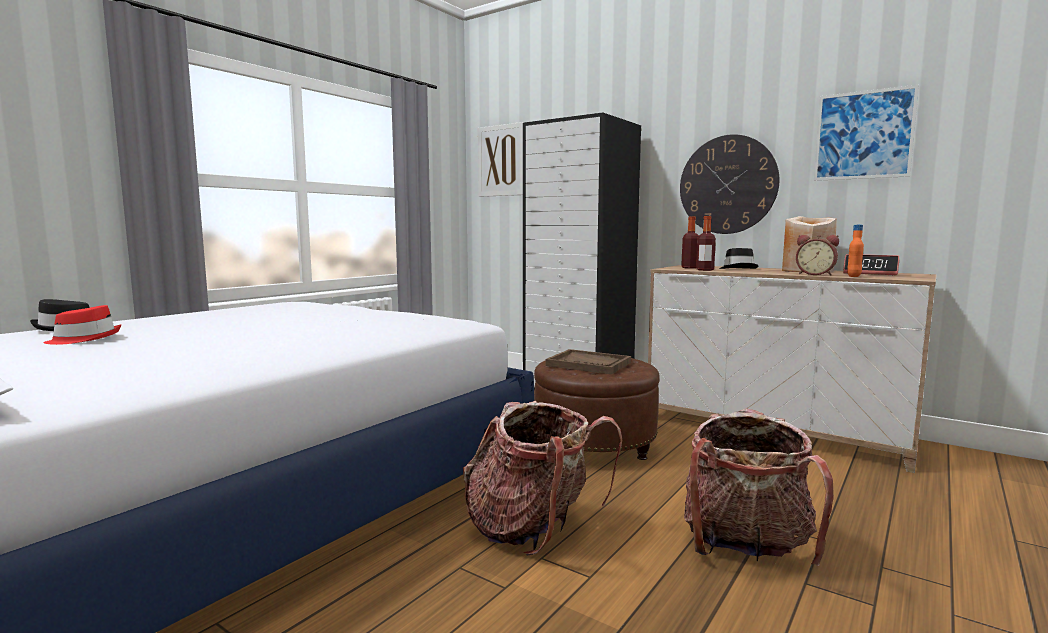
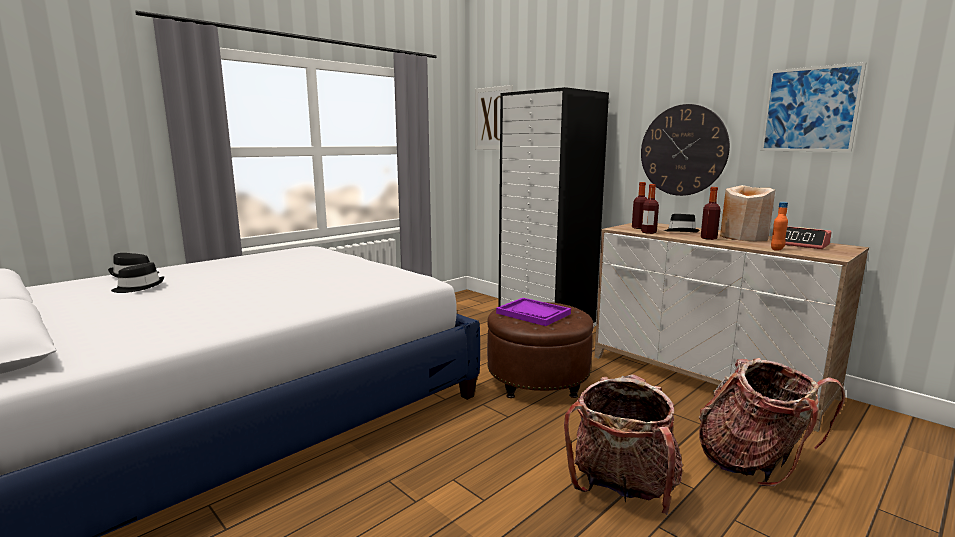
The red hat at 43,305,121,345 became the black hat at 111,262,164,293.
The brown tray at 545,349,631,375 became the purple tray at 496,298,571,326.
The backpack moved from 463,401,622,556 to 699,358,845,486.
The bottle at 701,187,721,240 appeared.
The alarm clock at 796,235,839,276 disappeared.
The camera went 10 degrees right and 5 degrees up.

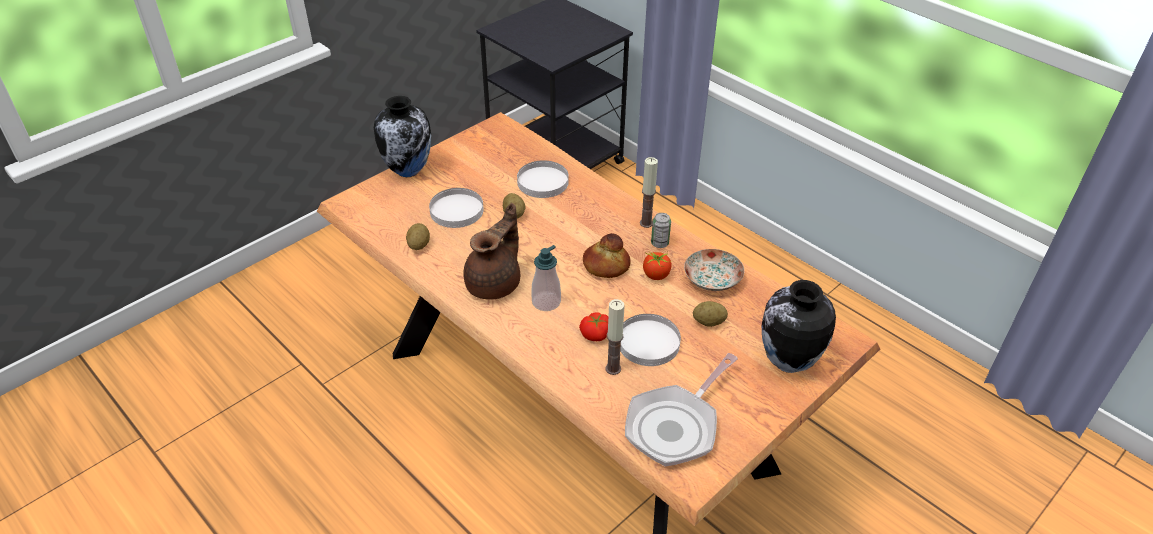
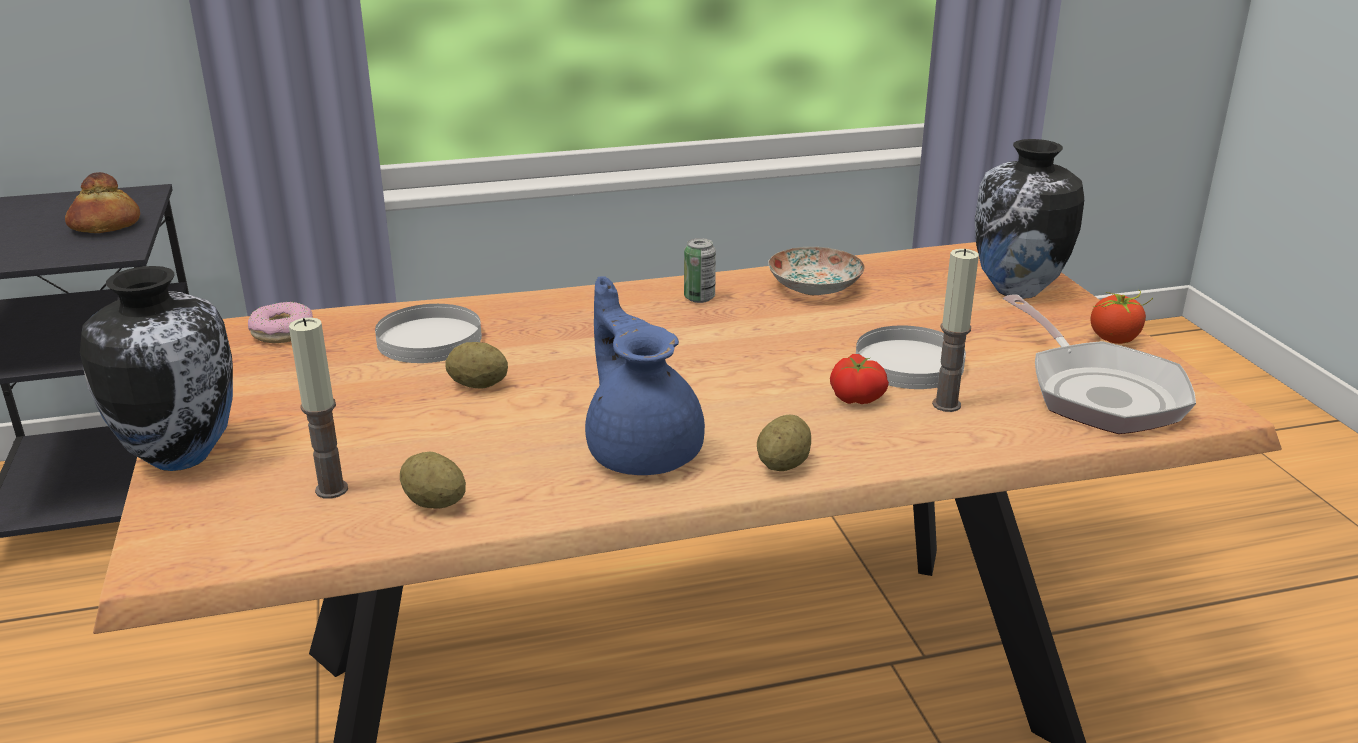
The bread moved from 583,233,631,278 to 65,172,140,233.
The donut at 248,302,313,343 appeared.
The candle moved from 640,157,658,228 to 289,318,348,499.
The brown teapot at 463,203,520,300 became the blue teapot at 585,276,705,475.
The potato moved from 693,301,728,327 to 757,415,811,471.
The tomato moved from 643,251,673,280 to 1091,290,1153,344.
The white plate at 429,188,484,228 disappeared.
The soap dispenser at 531,245,561,311 disappeared.
The camera went 60 degrees left and 15 degrees down.

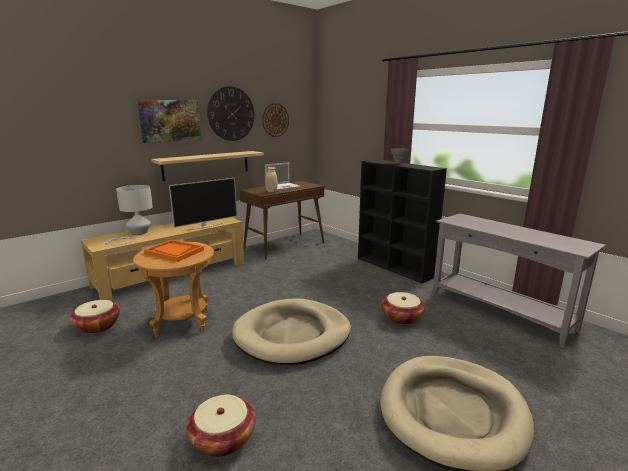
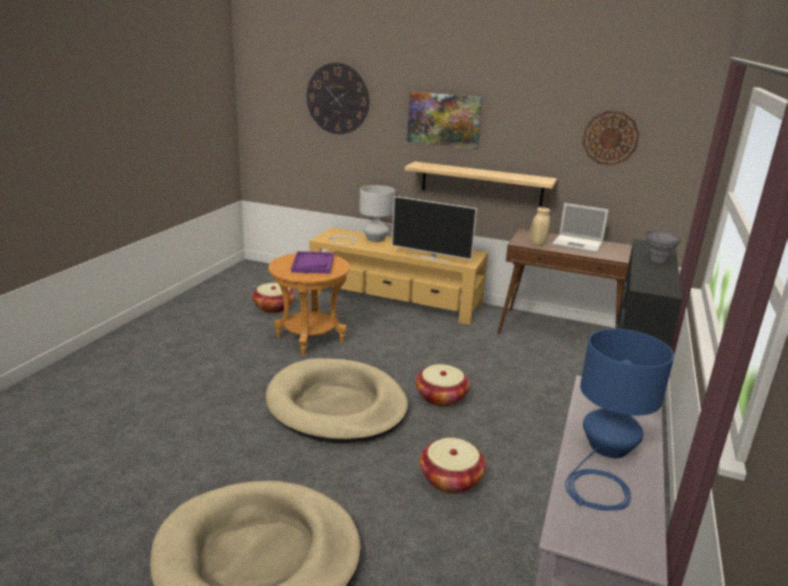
The orange tray at 144,240,204,262 became the purple tray at 291,251,334,274.
The wall clock moved from 207,86,255,141 to 307,63,369,134.
The basket moved from 187,395,256,457 to 415,364,470,407.
The blue table lamp at 565,329,674,510 appeared.
The camera went 60 degrees right and 5 degrees up.

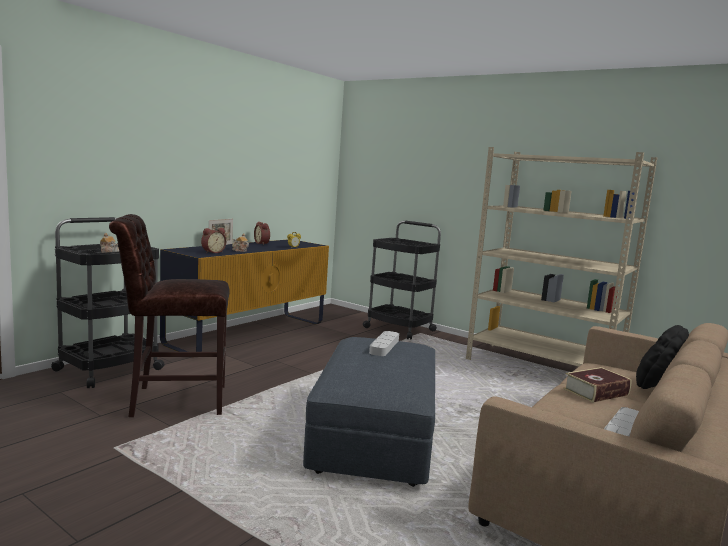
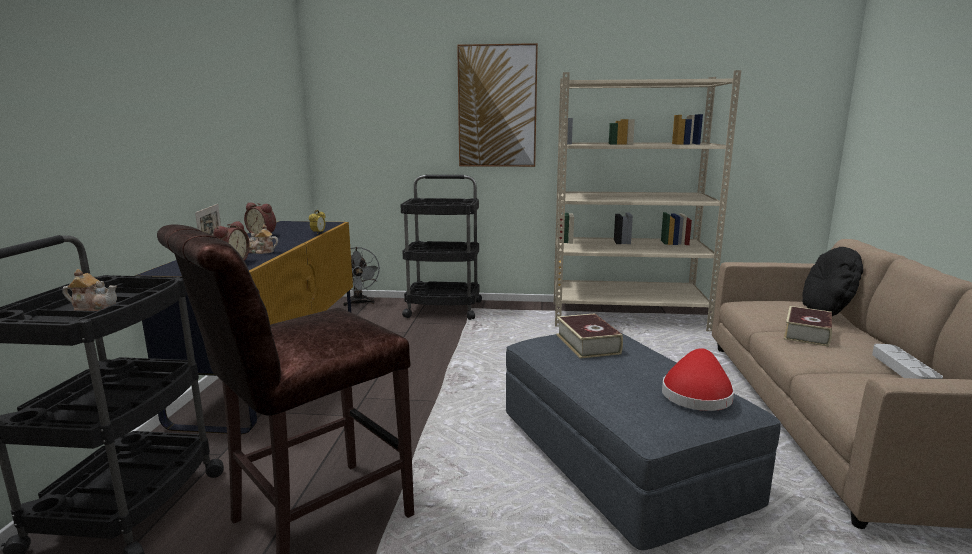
The grey fan at 343,247,380,306 appeared.
The picture at 457,43,538,167 appeared.
The grey tray at 369,331,399,356 was replaced by the book at 556,313,623,359.
The red hat at 662,348,734,411 appeared.
The camera went 30 degrees left and 5 degrees up.

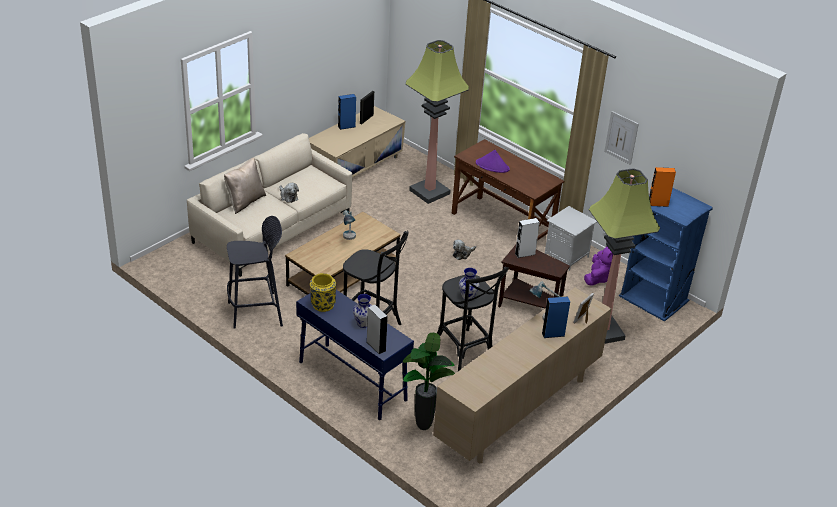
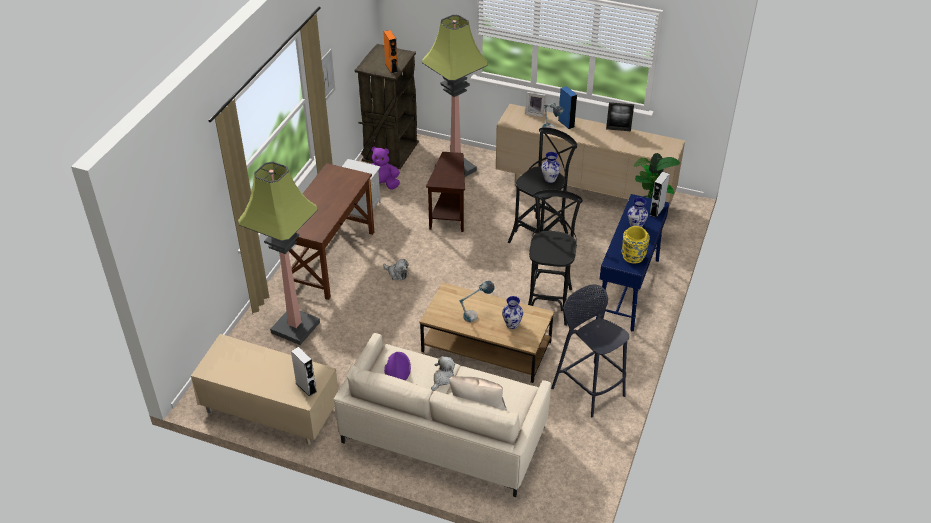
The white speaker moved from 515,218,540,258 to 291,347,317,397.
The blue bookcase at 619,188,713,321 became the brown bookcase at 354,44,419,169.
The purple hat moved from 476,150,510,173 to 384,352,411,381.
The vase at 502,296,523,329 appeared.
The picture frame moved from 360,91,374,124 to 606,102,634,131.
The blue speaker at 338,94,356,130 disappeared.
The camera went 110 degrees left and 5 degrees up.

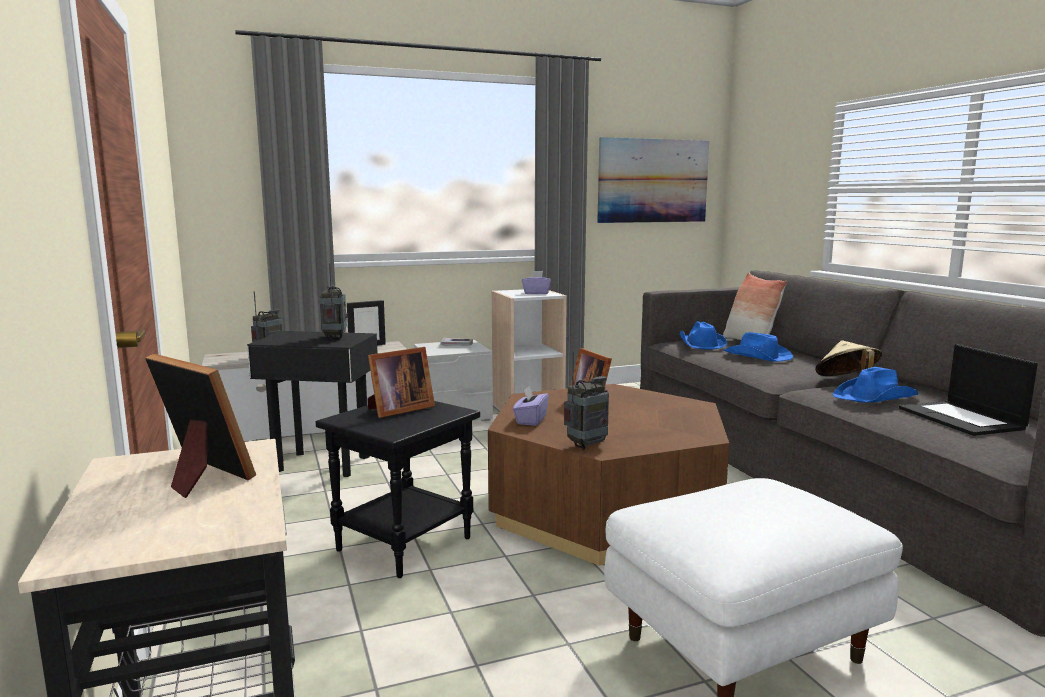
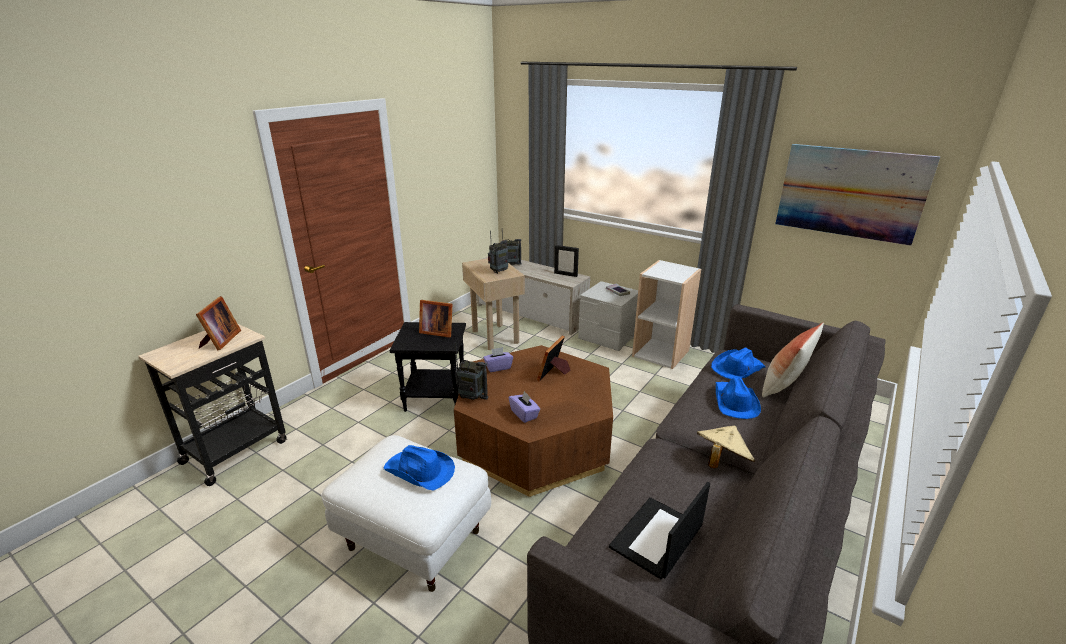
The blue hat moved from 833,367,919,403 to 384,445,455,491.
The black side table at 247,331,378,477 became the beige side table at 462,258,525,350.
The purple tissue box moved from 522,271,551,294 to 509,391,540,423.
The camera went 55 degrees right and 15 degrees up.

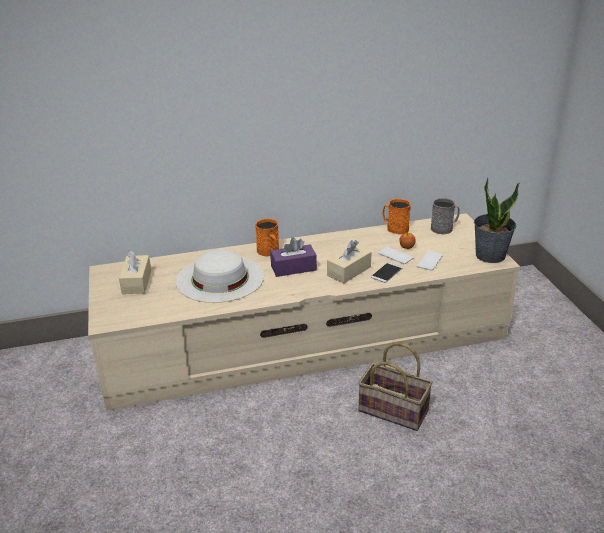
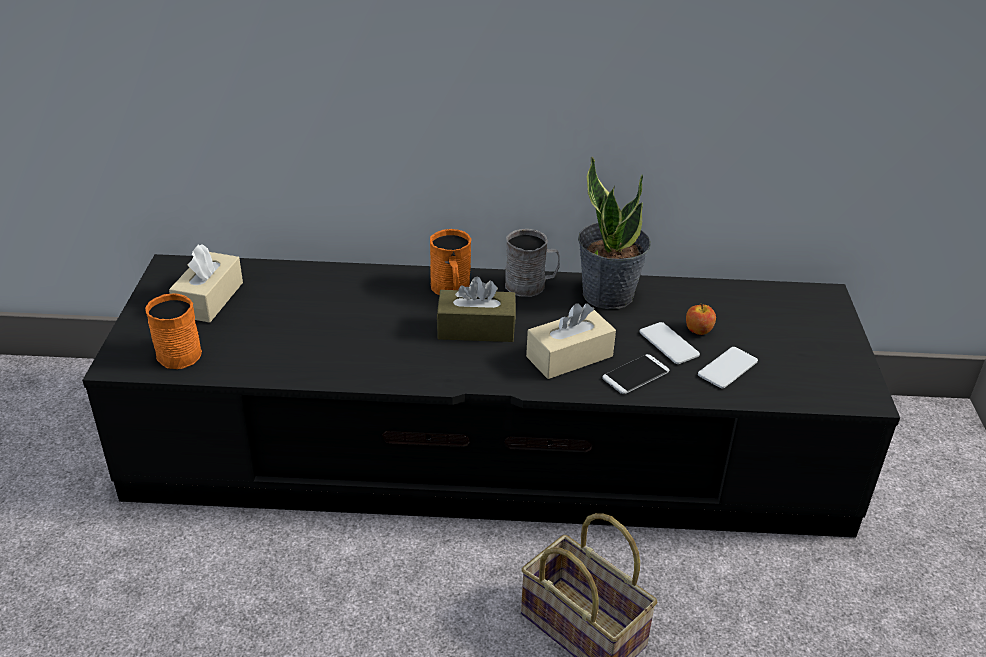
The beige tv stand at 88,213,520,411 became the black tv stand at 82,254,900,537.
The orange mug moved from 383,199,411,235 to 145,293,202,369.
The purple tissue box at 270,238,317,277 became the brown tissue box at 437,277,516,342.
The grey mug moved from 431,198,460,234 to 505,229,560,297.
The potted plant moved from 474,178,520,263 to 578,156,651,309.
The white hat at 176,249,264,303 disappeared.
The camera went 15 degrees right and 5 degrees up.

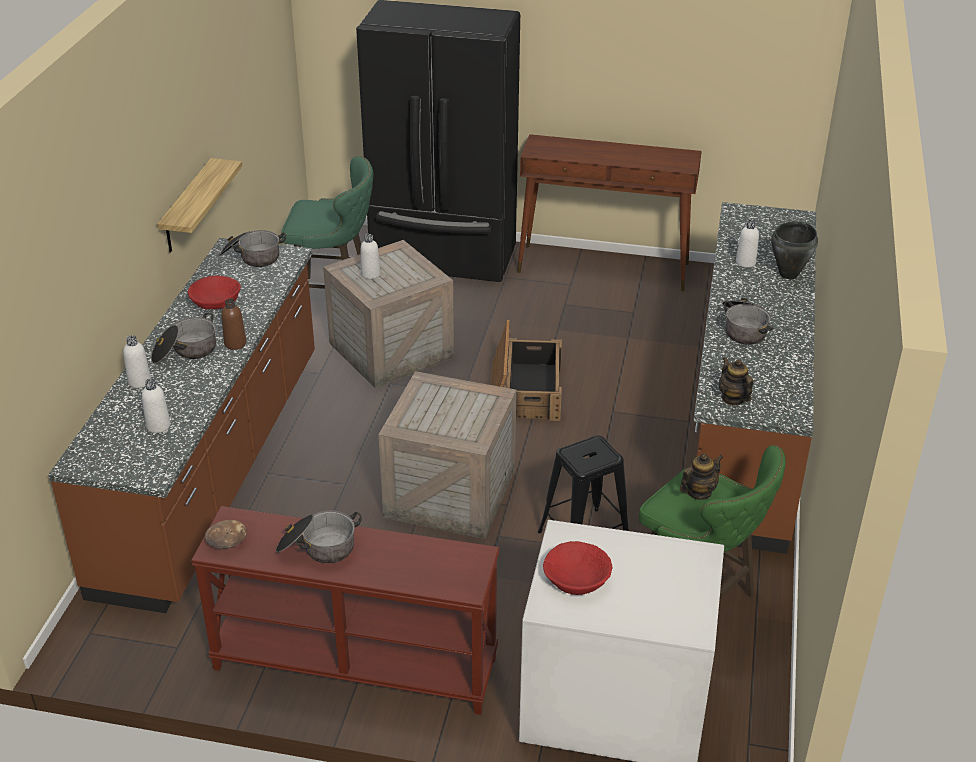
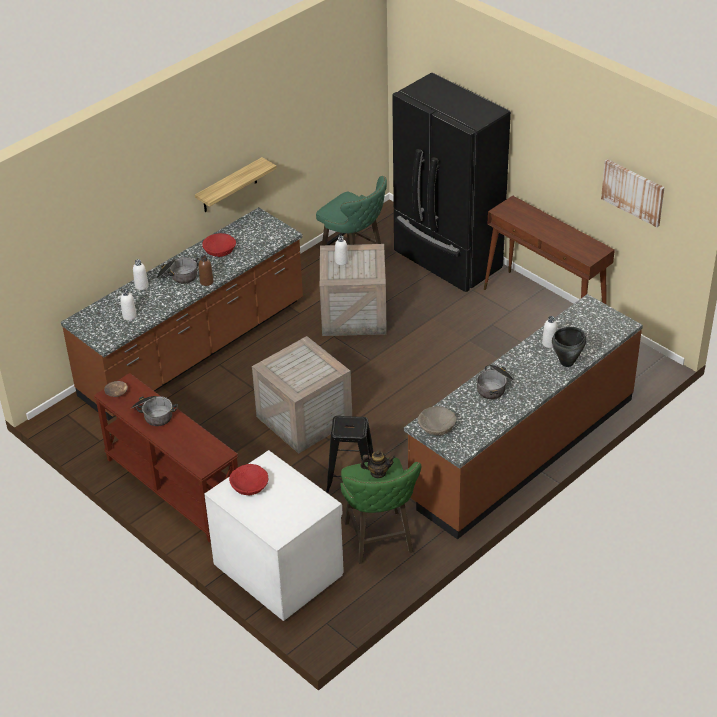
The teapot at 719,357,753,406 was replaced by the beige bowl at 418,406,456,435.
The picture at 601,159,665,227 appeared.
The cooking pot at 219,230,286,267 disappeared.
The crate at 491,320,562,421 disappeared.
The camera went 35 degrees right and 5 degrees up.

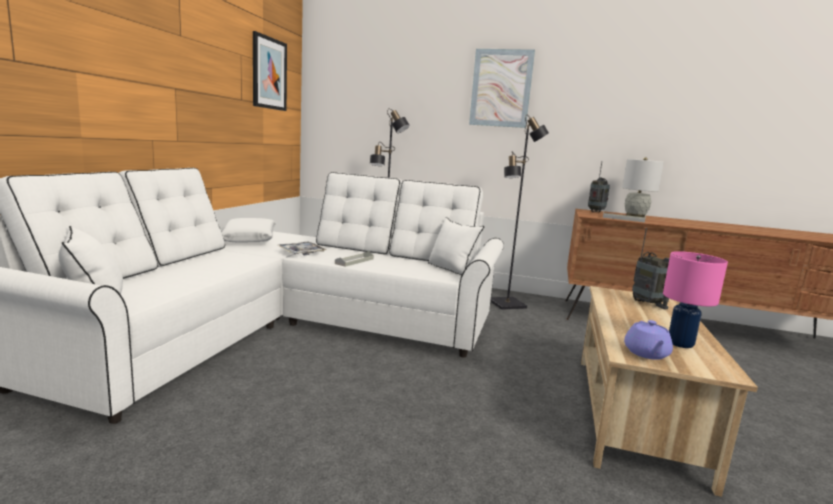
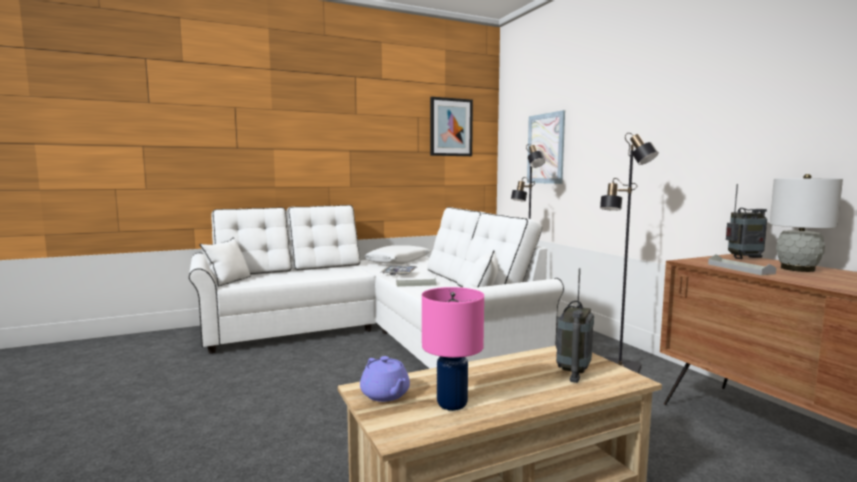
The purple teapot at 624,320,673,360 turned 90 degrees counterclockwise.
The picture moved from 469,49,535,128 to 527,110,565,184.
The camera went 50 degrees right and 5 degrees down.

